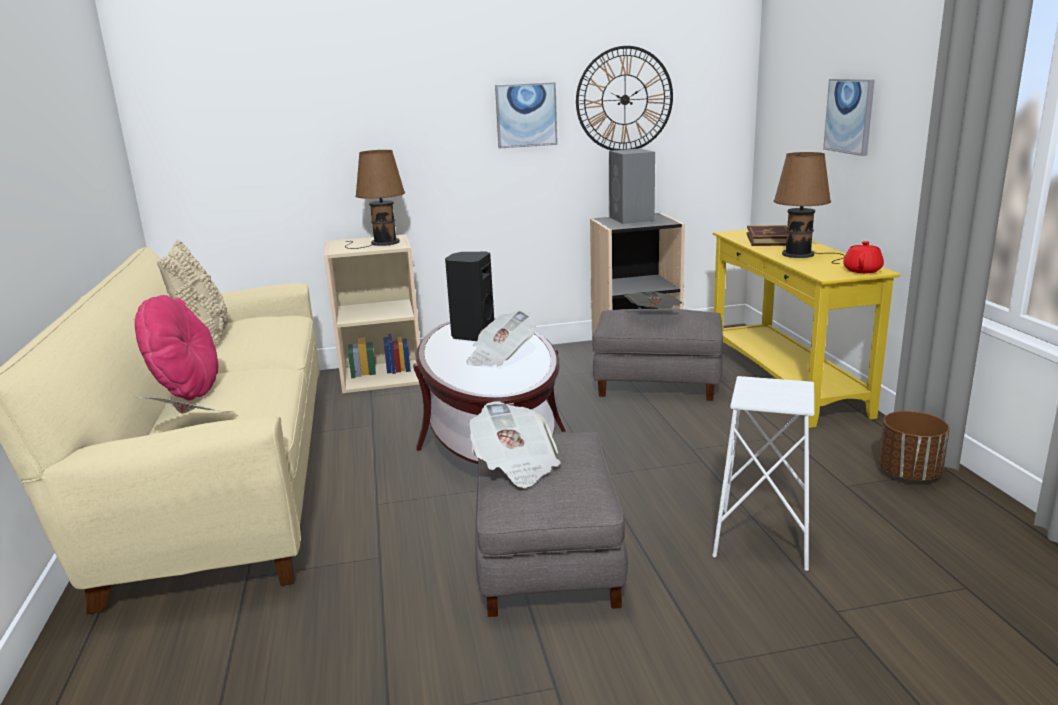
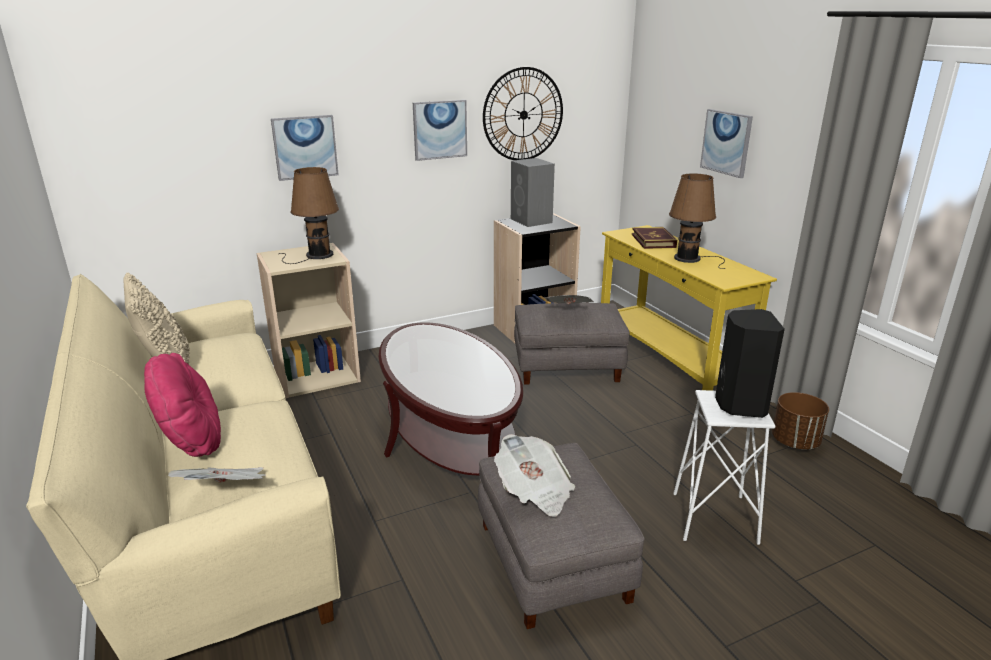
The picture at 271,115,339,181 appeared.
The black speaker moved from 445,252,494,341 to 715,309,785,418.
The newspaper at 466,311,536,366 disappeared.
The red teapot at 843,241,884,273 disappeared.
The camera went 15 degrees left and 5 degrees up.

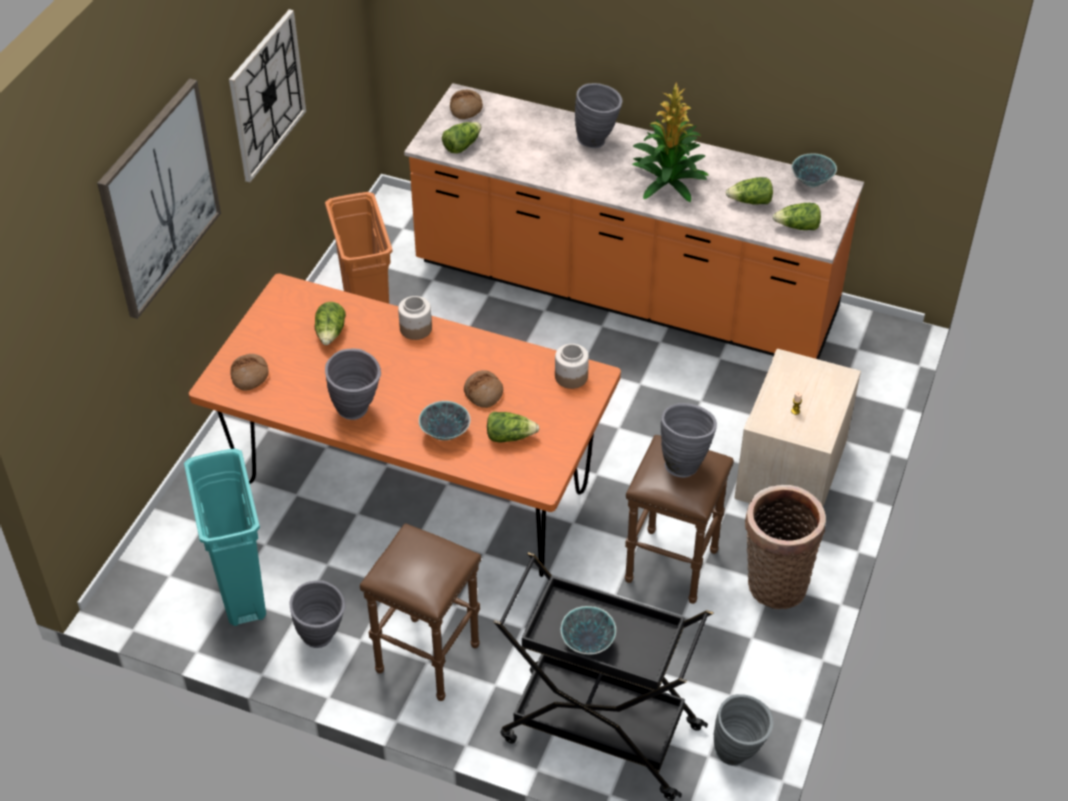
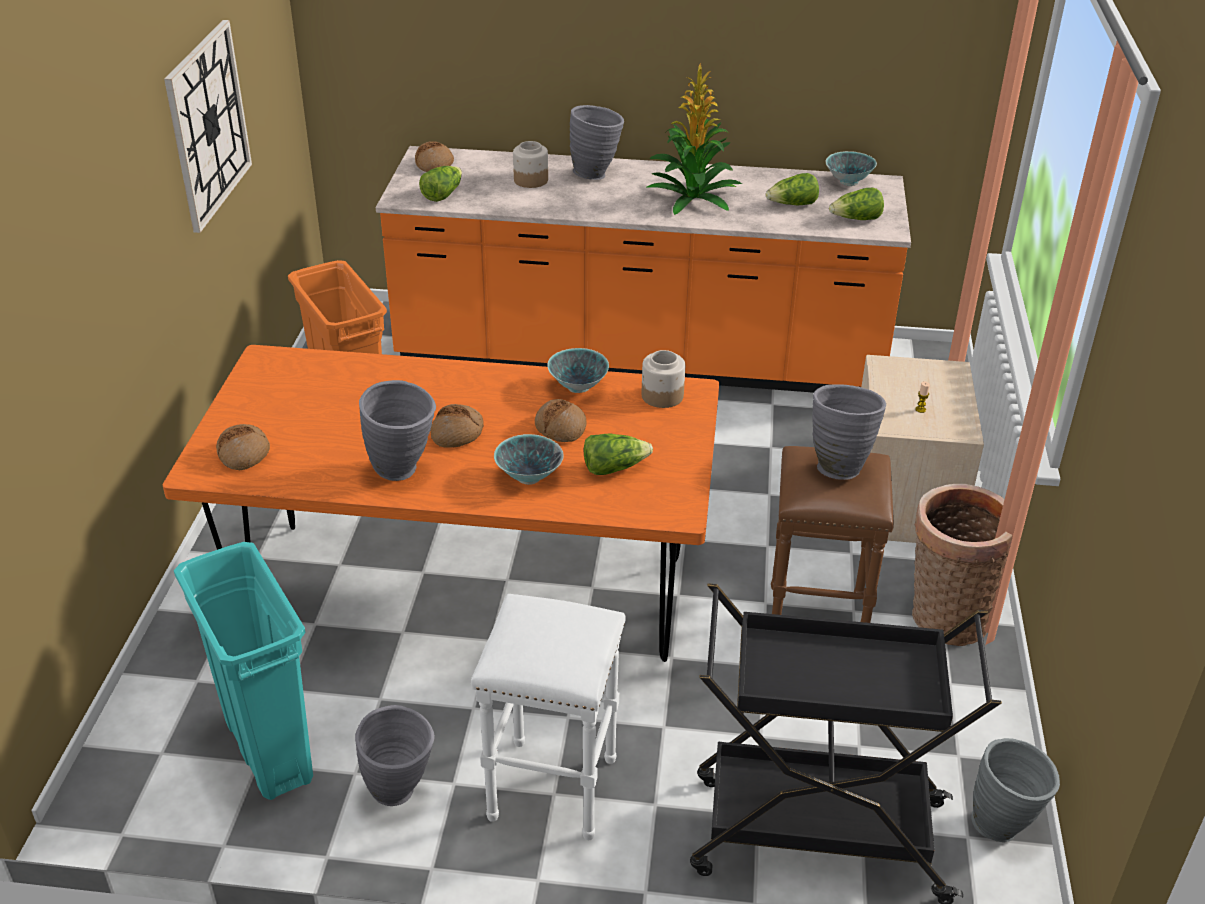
The bread at 430,404,484,448 appeared.
The brown stool at 360,523,481,701 became the white stool at 471,594,626,840.
The jar moved from 398,296,432,340 to 513,141,548,188.
The bowl moved from 561,606,616,655 to 547,348,609,393.
The picture at 97,79,221,319 disappeared.
The lettuce at 315,302,346,345 disappeared.
The camera went 15 degrees left and 10 degrees down.

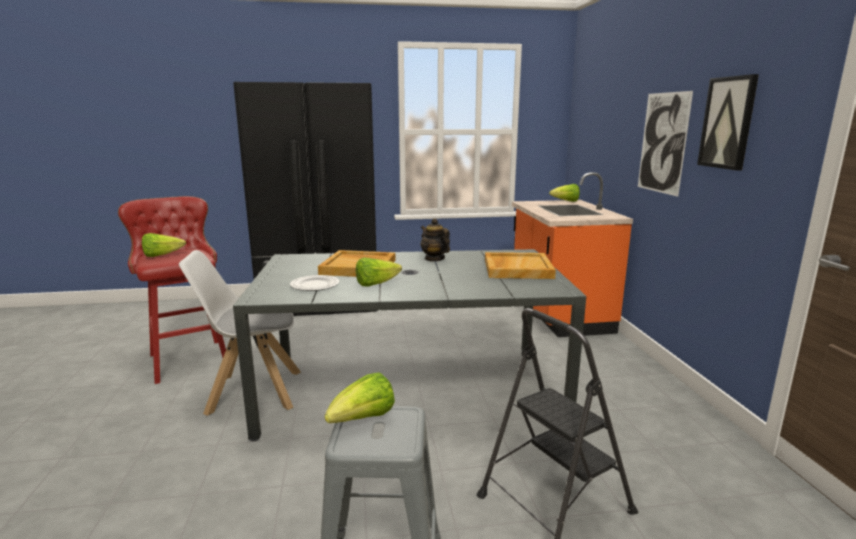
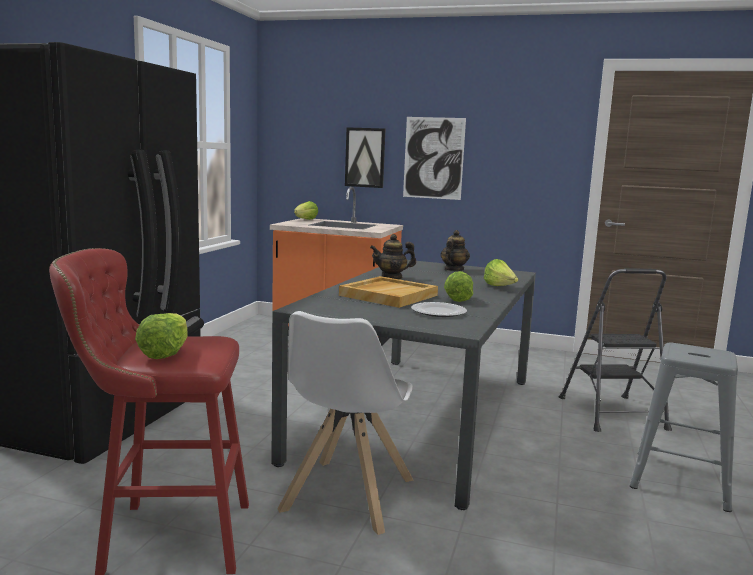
The picture moved from 697,74,759,171 to 345,127,385,188.
The beige tray at 485,252,556,279 was replaced by the teapot at 441,230,470,271.
The lettuce moved from 325,372,395,423 to 484,259,518,286.
The camera went 65 degrees left and 5 degrees down.

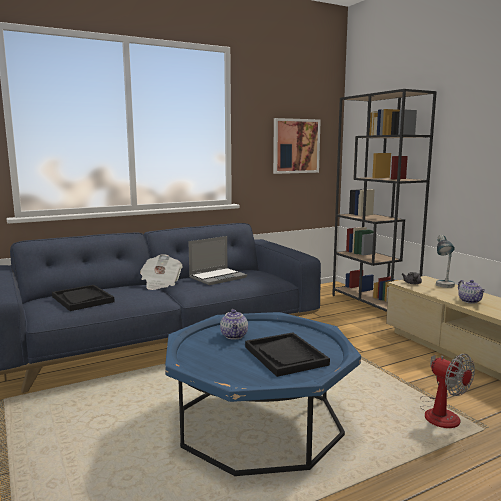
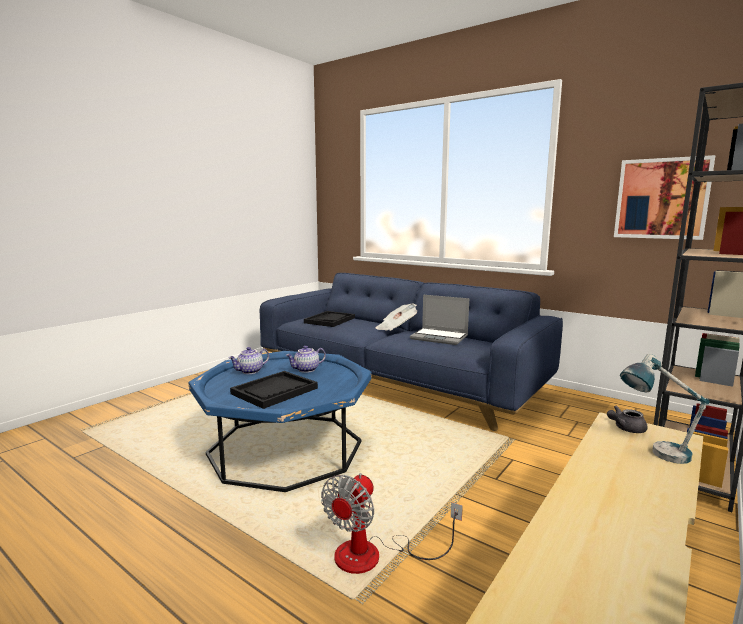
The teapot moved from 458,280,485,304 to 229,347,269,374.
The camera went 65 degrees right and 0 degrees up.

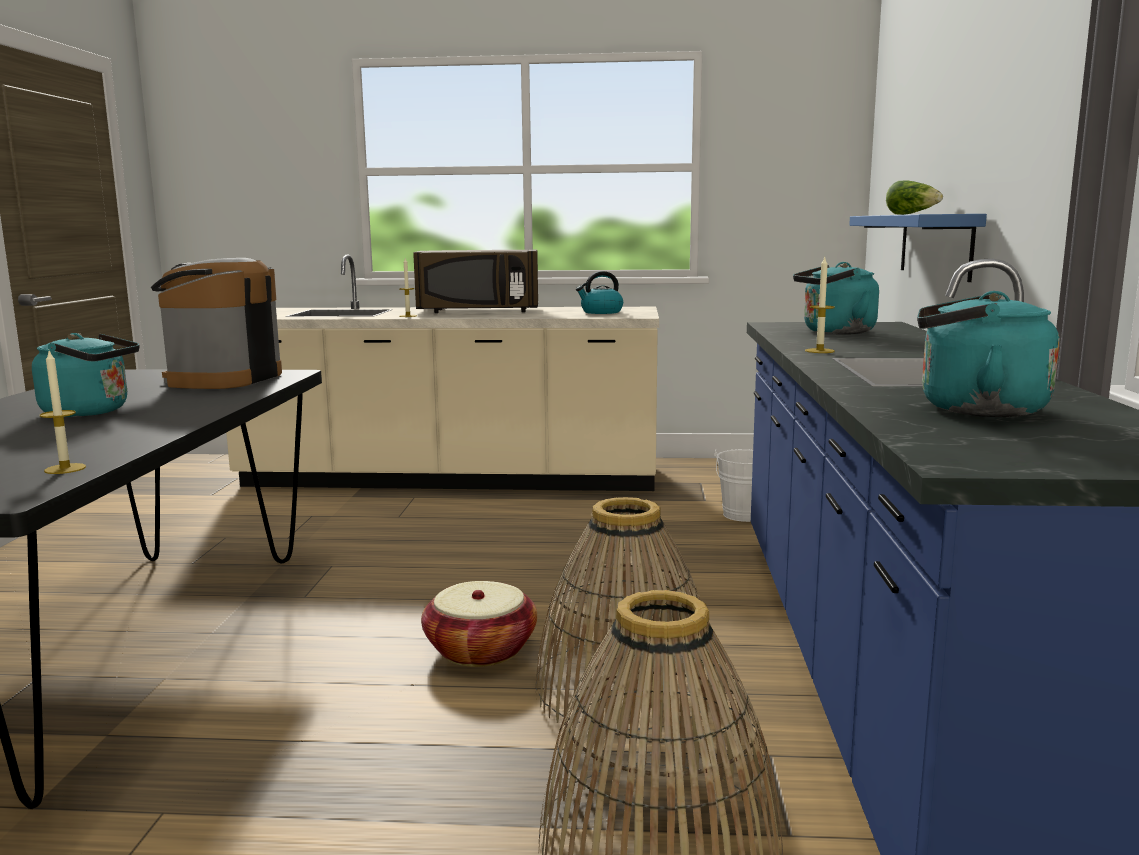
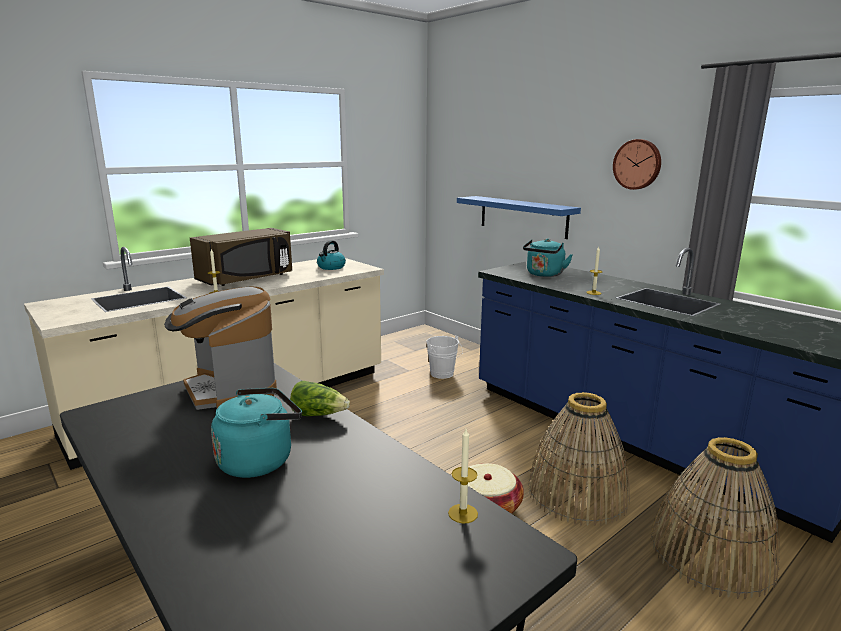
The lettuce moved from 886,181,943,215 to 290,381,350,416.
The wall clock at 613,139,661,190 appeared.
The turquoise kettle at 917,291,1059,417 disappeared.
The camera went 45 degrees left and 5 degrees up.

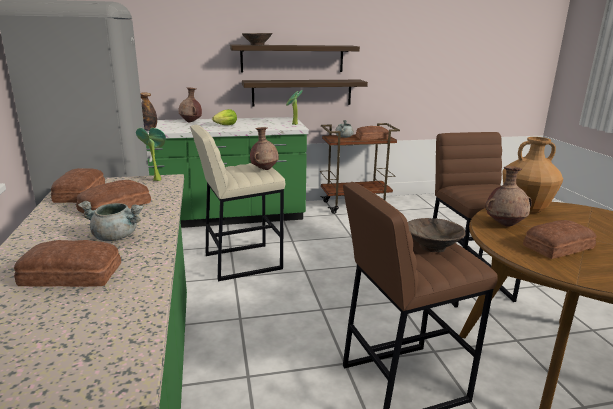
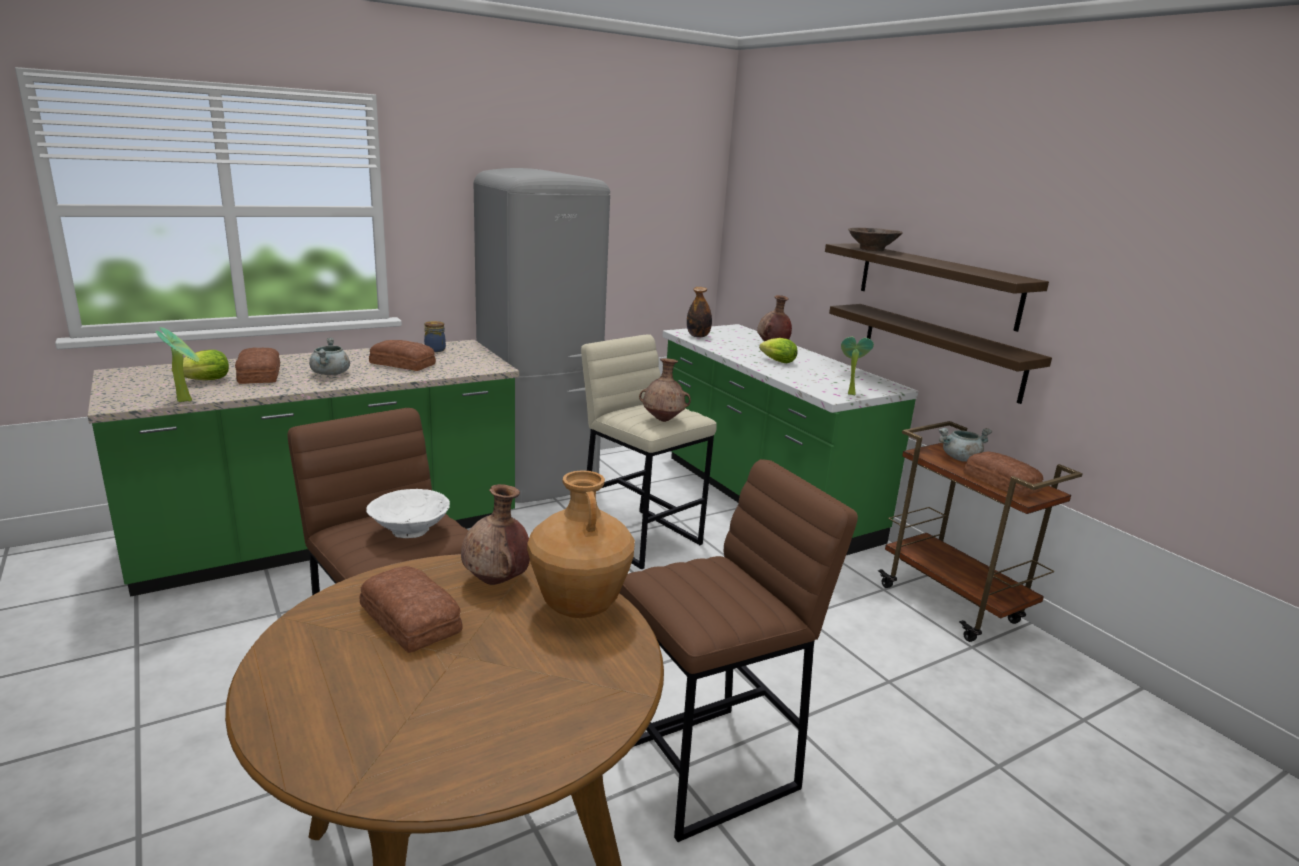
The potted plant moved from 136,128,166,181 to 156,327,199,402.
The lettuce at 172,350,229,380 appeared.
The brown bowl at 408,218,466,252 became the white bowl at 366,489,450,538.
The bread at 51,168,105,203 was replaced by the jar at 424,321,446,352.
The camera went 70 degrees right and 0 degrees up.

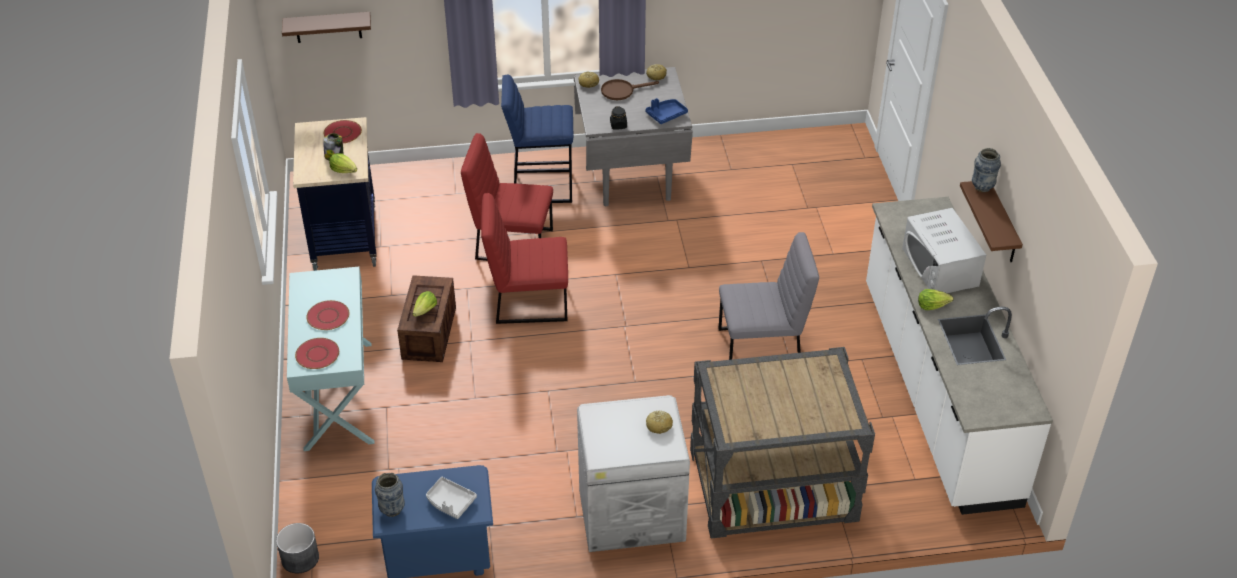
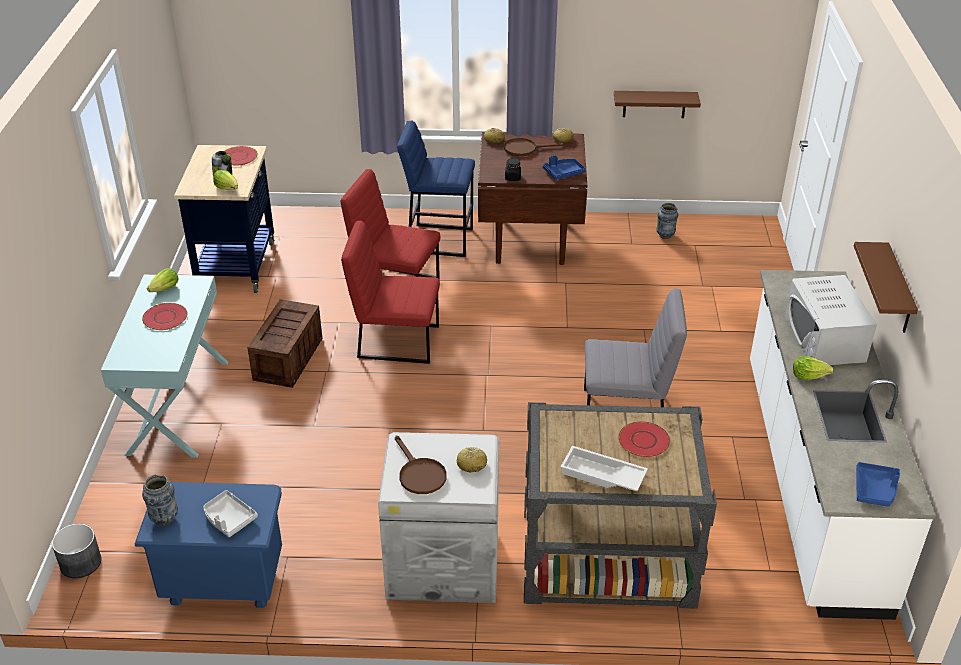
The lettuce moved from 413,291,437,317 to 147,268,179,292.
The brown frying pan at 395,435,446,494 appeared.
The grey dining table at 574,67,693,206 became the brown dining table at 478,132,587,265.
The white tray at 561,446,648,491 appeared.
The brown shelf moved from 282,12,371,43 to 614,91,701,118.
The red plate moved from 295,338,339,369 to 618,421,670,457.
The vase moved from 972,148,1001,192 to 656,203,678,239.
The blue tray at 857,462,900,507 appeared.
The camera went 10 degrees right and 5 degrees down.

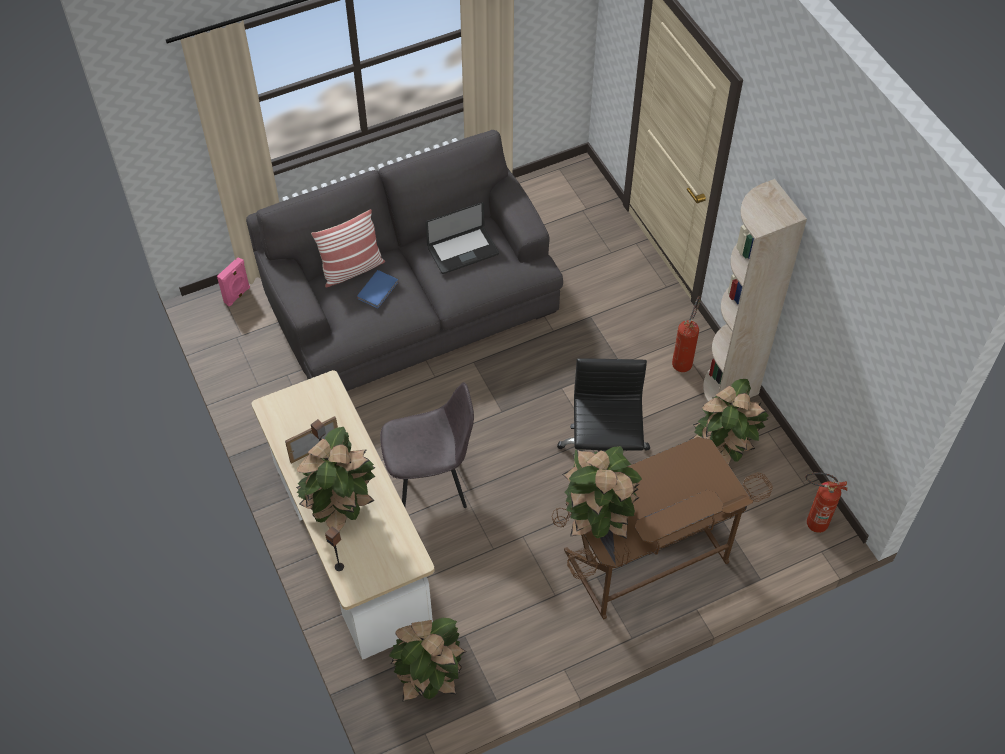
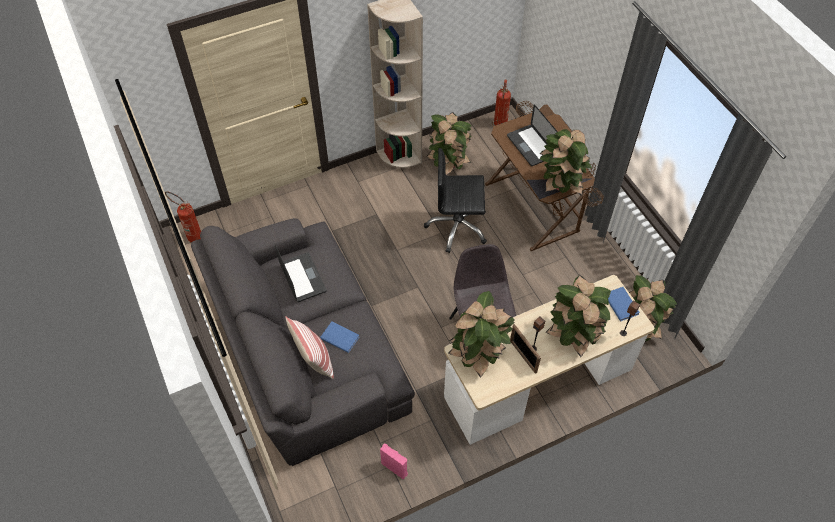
The fire extinguisher moved from 672,296,701,372 to 165,191,201,243.
The pink speaker moved from 217,257,250,306 to 380,444,408,480.
The potted plant at 448,291,515,378 appeared.
The laptop at 507,104,558,166 appeared.
The blue book at 608,287,640,321 appeared.
The camera went 90 degrees left and 0 degrees up.

